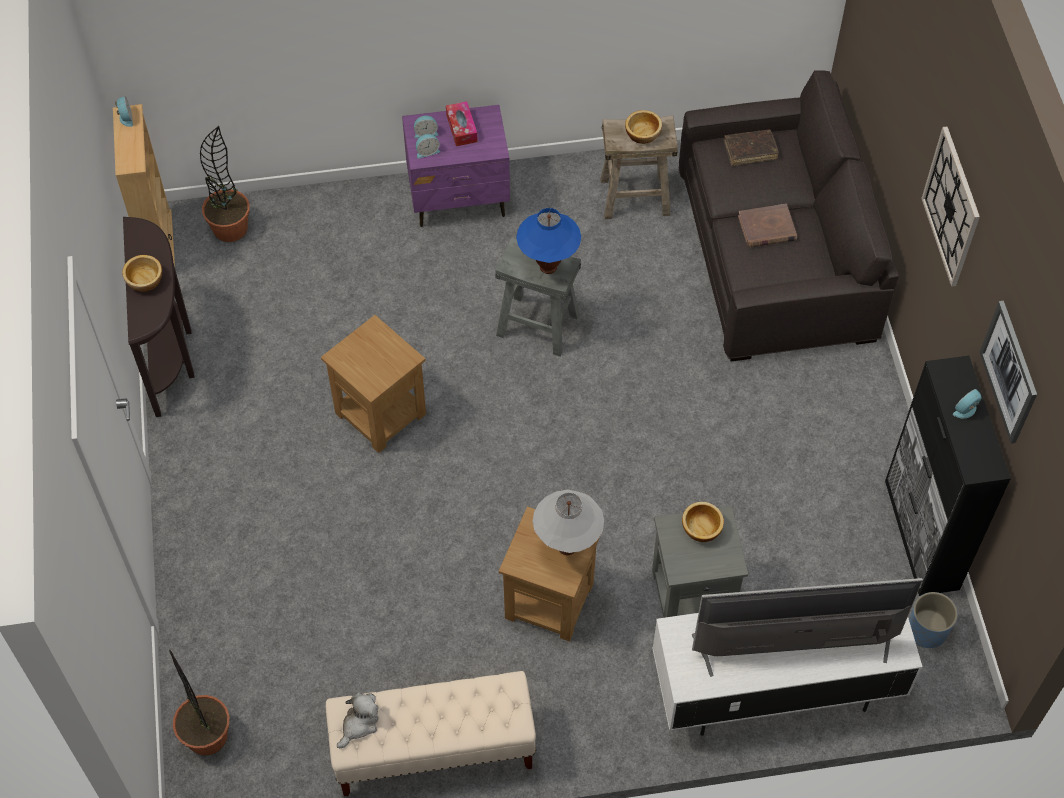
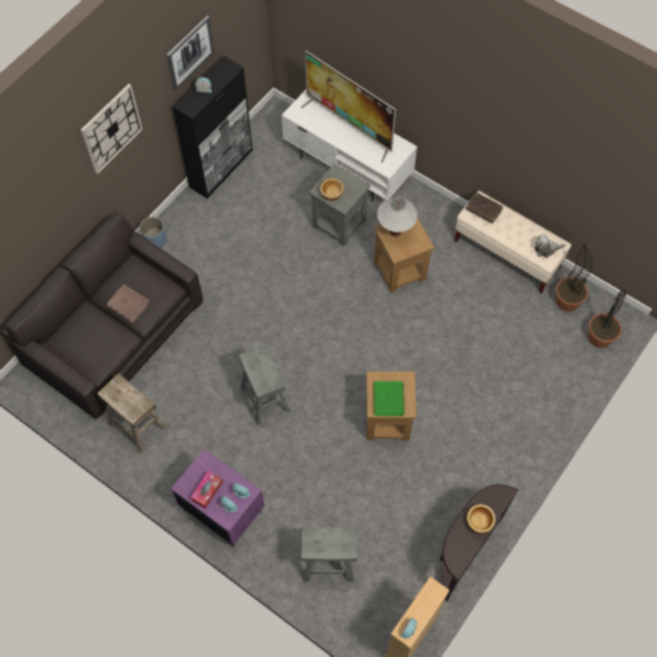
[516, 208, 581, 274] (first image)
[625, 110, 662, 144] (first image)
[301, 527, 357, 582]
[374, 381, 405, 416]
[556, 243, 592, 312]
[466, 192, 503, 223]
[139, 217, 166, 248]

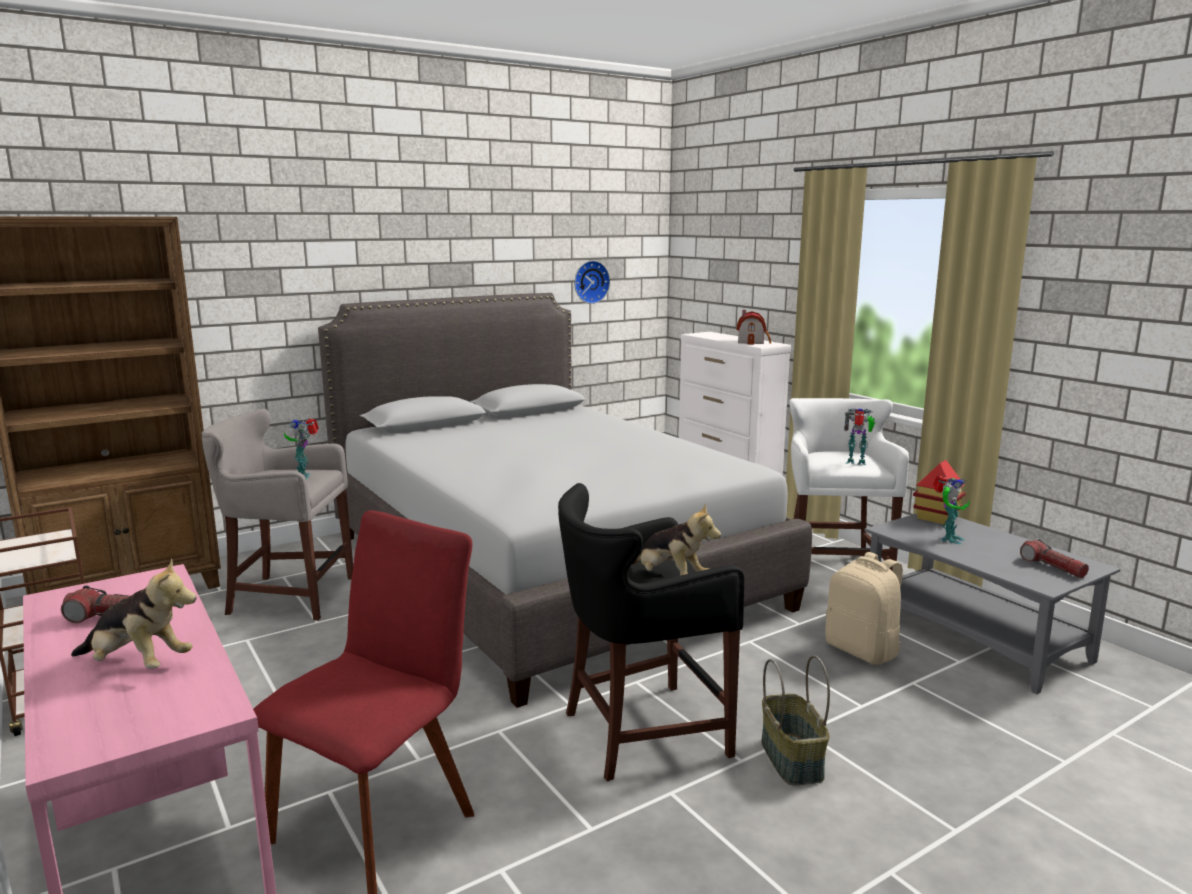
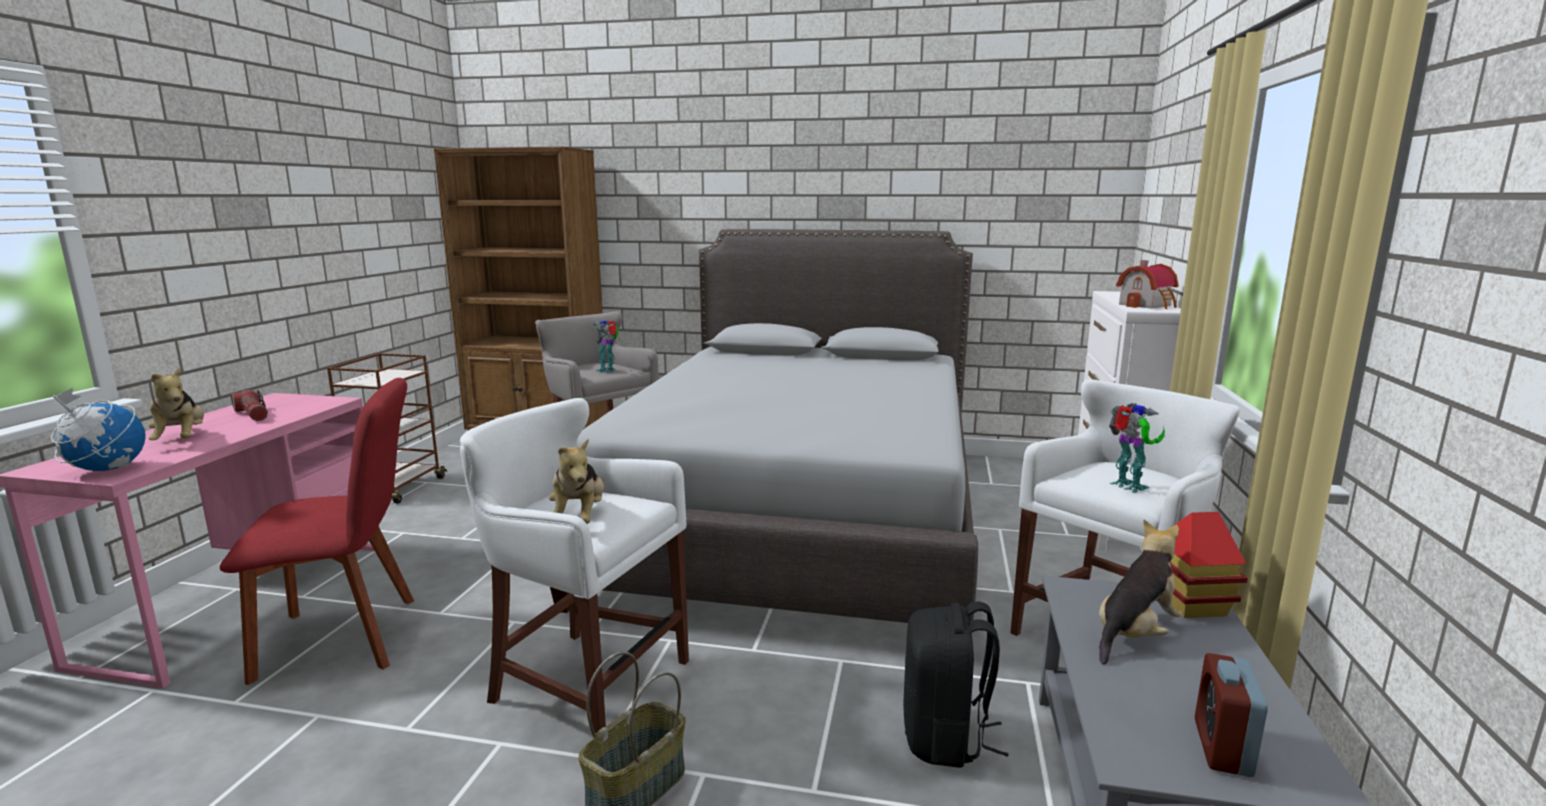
[574, 260, 610, 304] (first image)
[51, 388, 146, 471]
[1099, 520, 1182, 665]
[1195, 653, 1268, 777]
[460, 398, 689, 733]
[903, 601, 1009, 768]

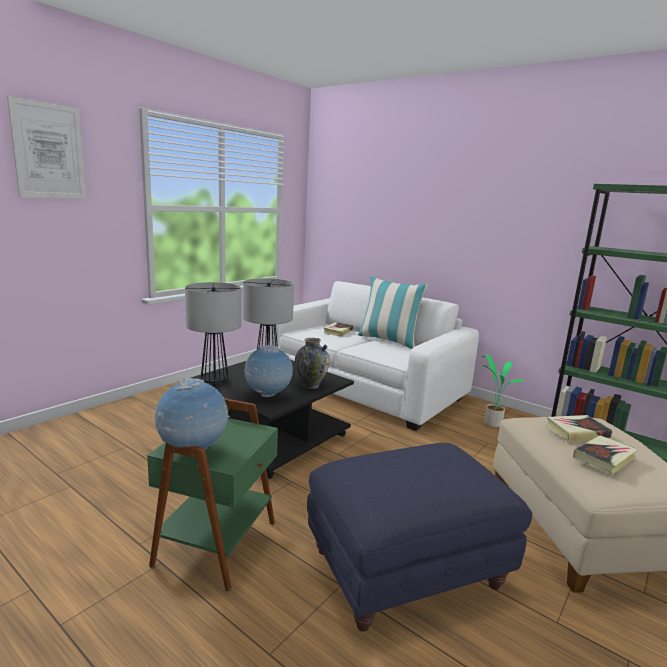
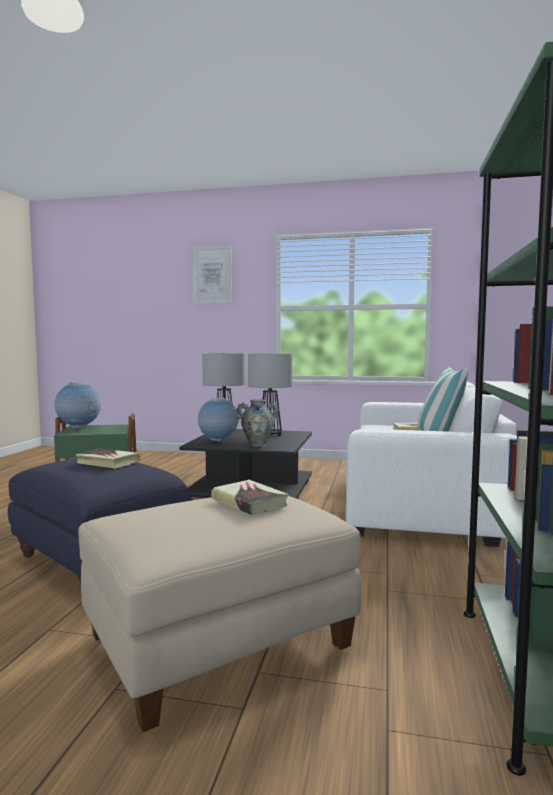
[482, 354, 525, 427] (first image)
[76, 448, 140, 468]

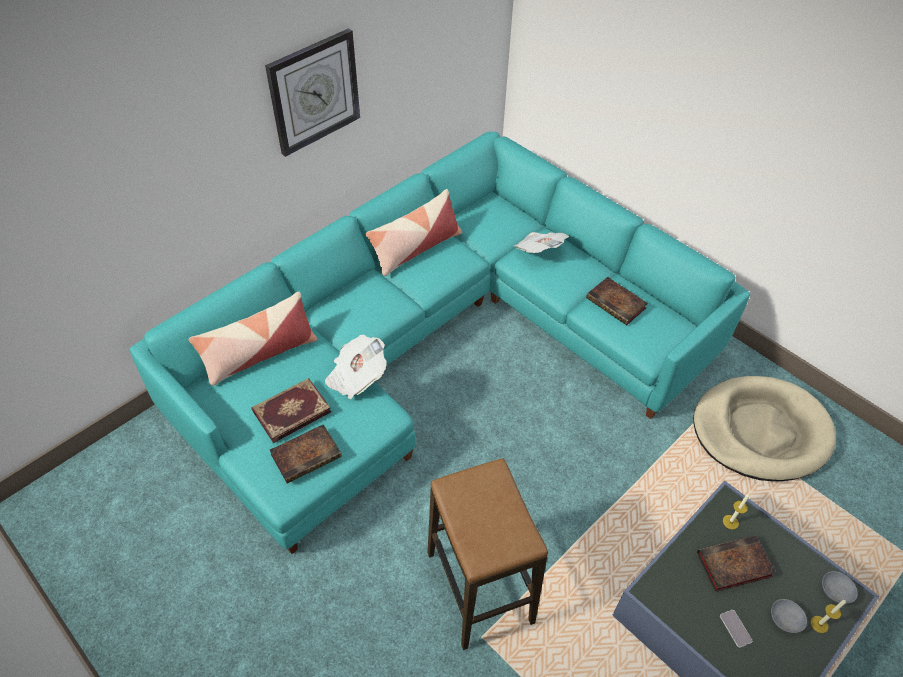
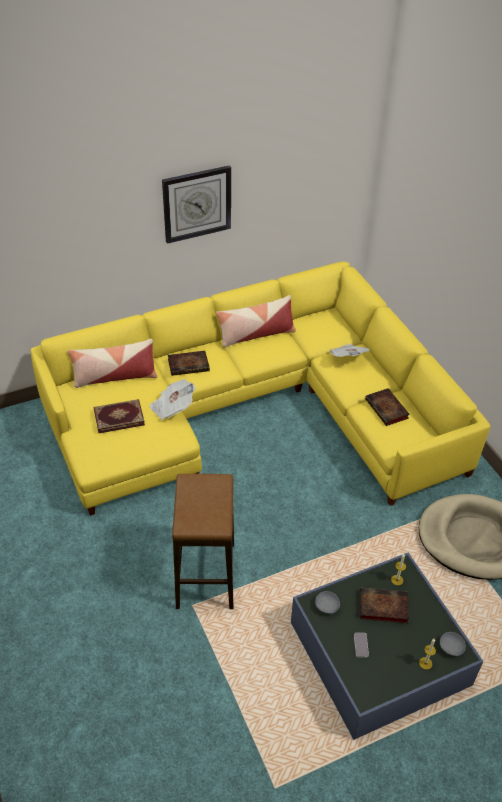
[168, 351, 210, 376]
[315, 591, 340, 614]
[31, 261, 490, 516]

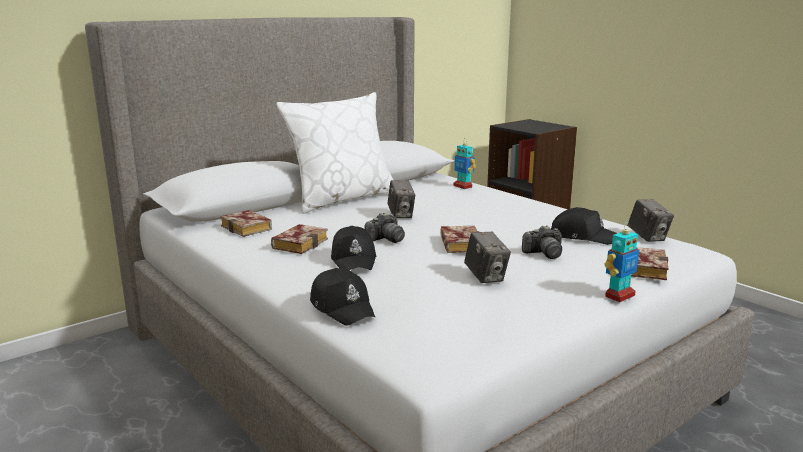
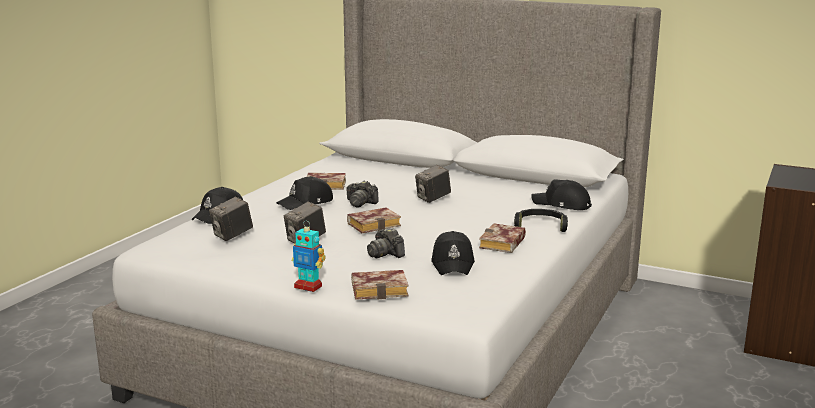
[276, 92, 393, 214] (first image)
[514, 209, 568, 232]
[479, 223, 526, 253]
[209, 196, 253, 241]
[531, 179, 592, 210]

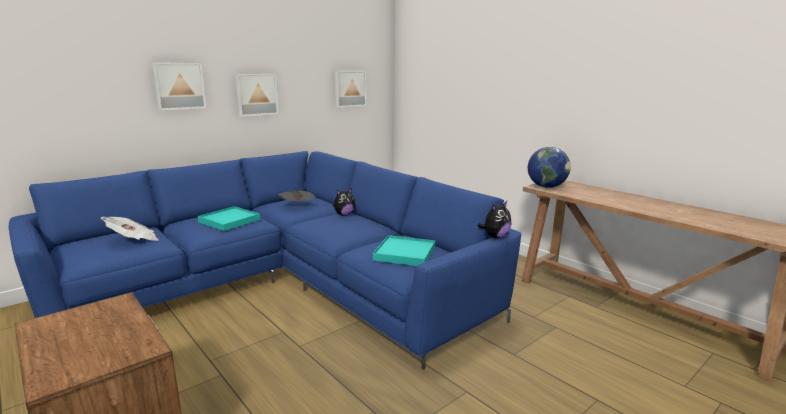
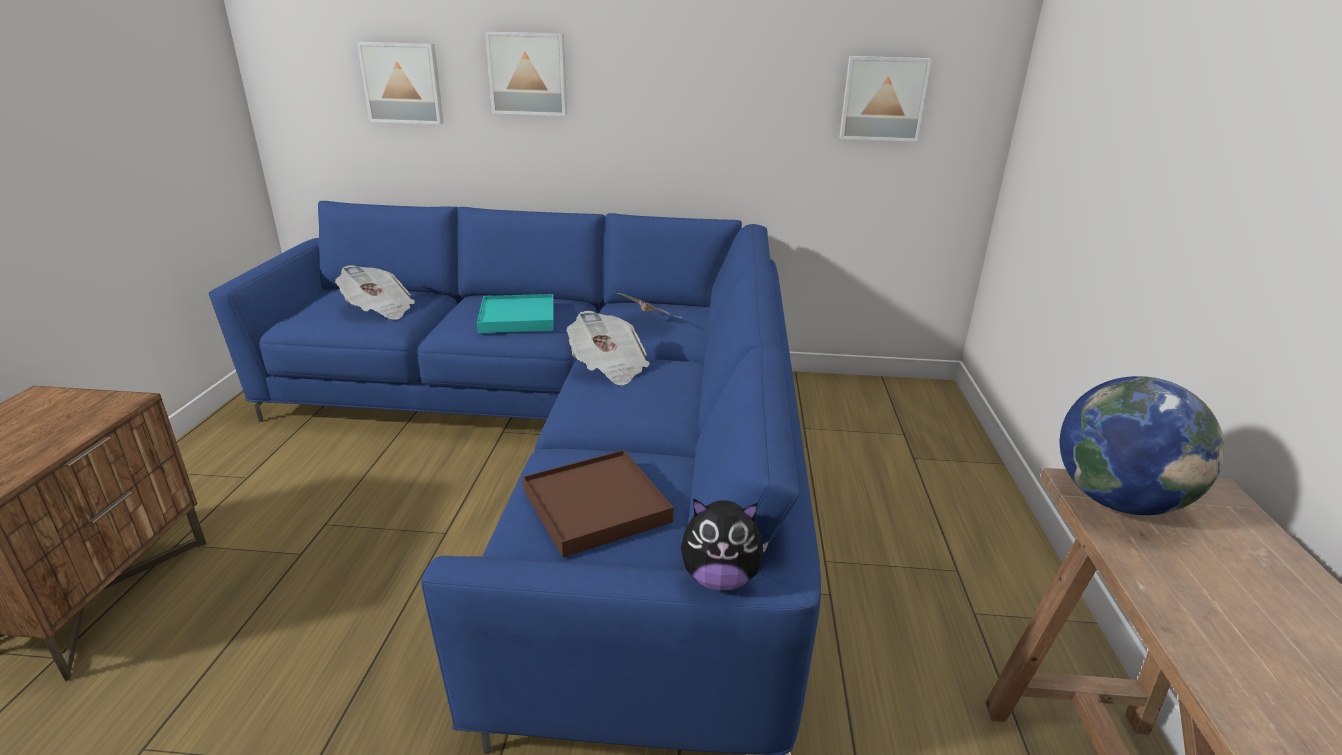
[333, 188, 355, 216] (first image)
[567, 311, 650, 385]
[357, 42, 444, 124]
[523, 450, 674, 557]

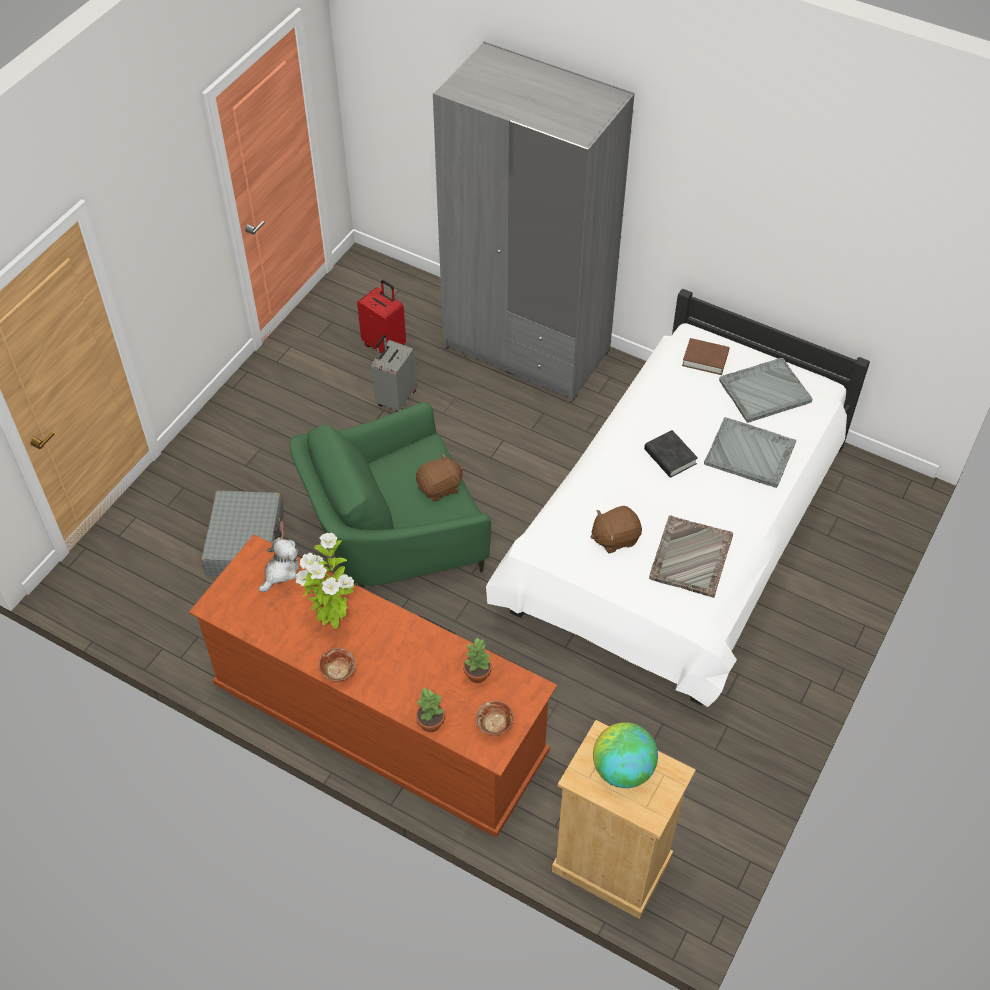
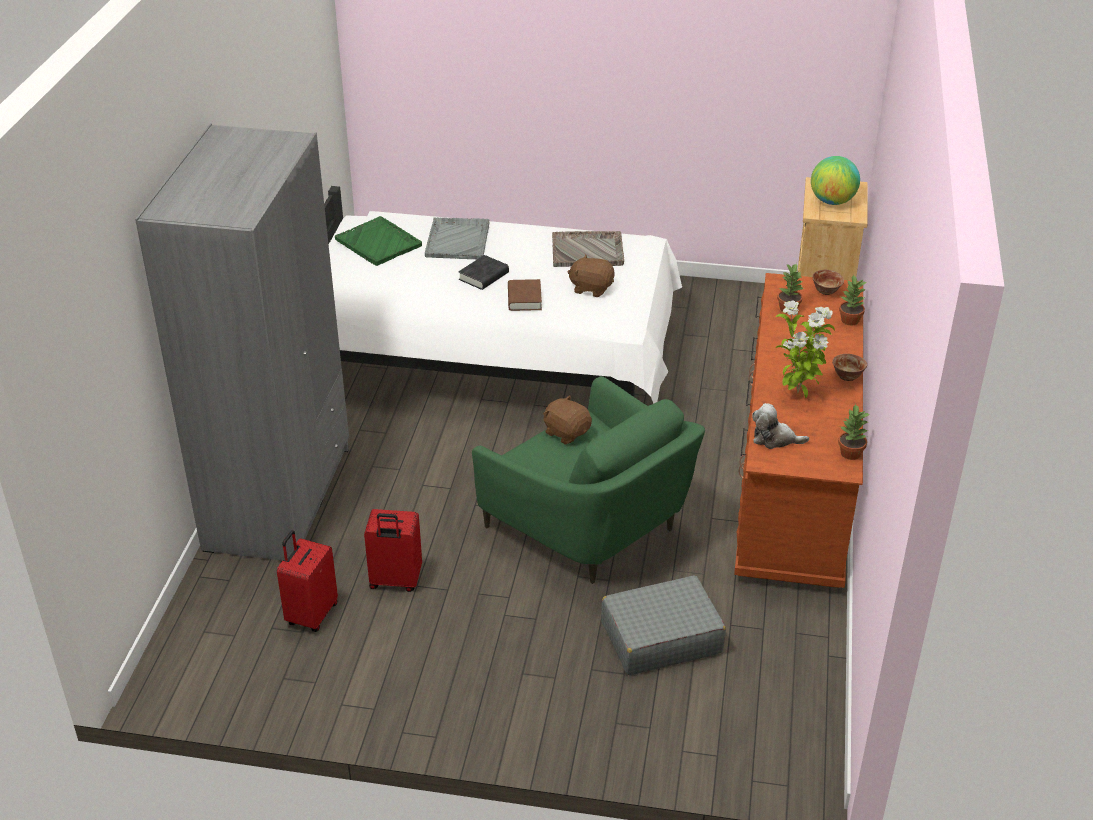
[838, 404, 869, 460]
[508, 279, 542, 311]
[364, 509, 422, 592]
[335, 216, 422, 266]
[567, 255, 615, 297]

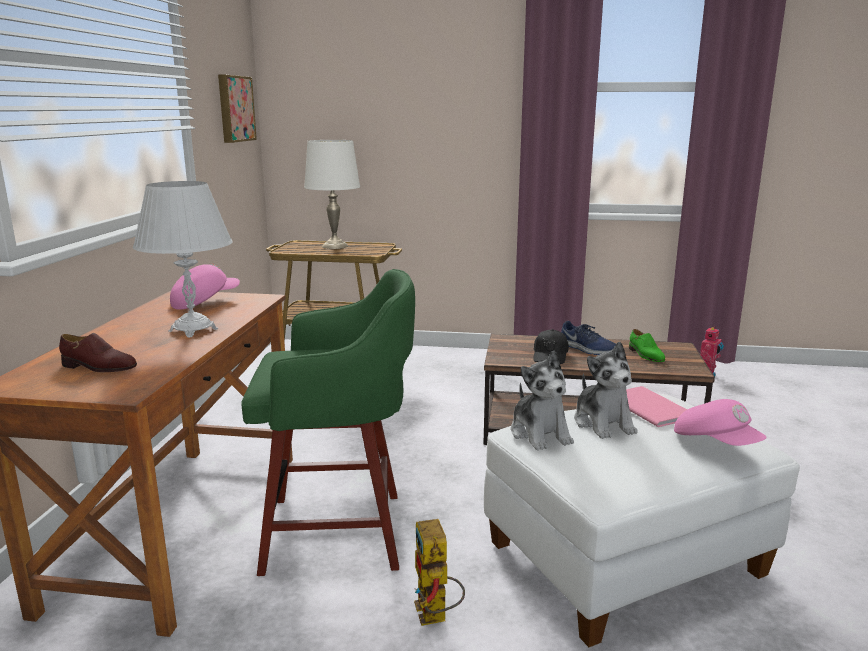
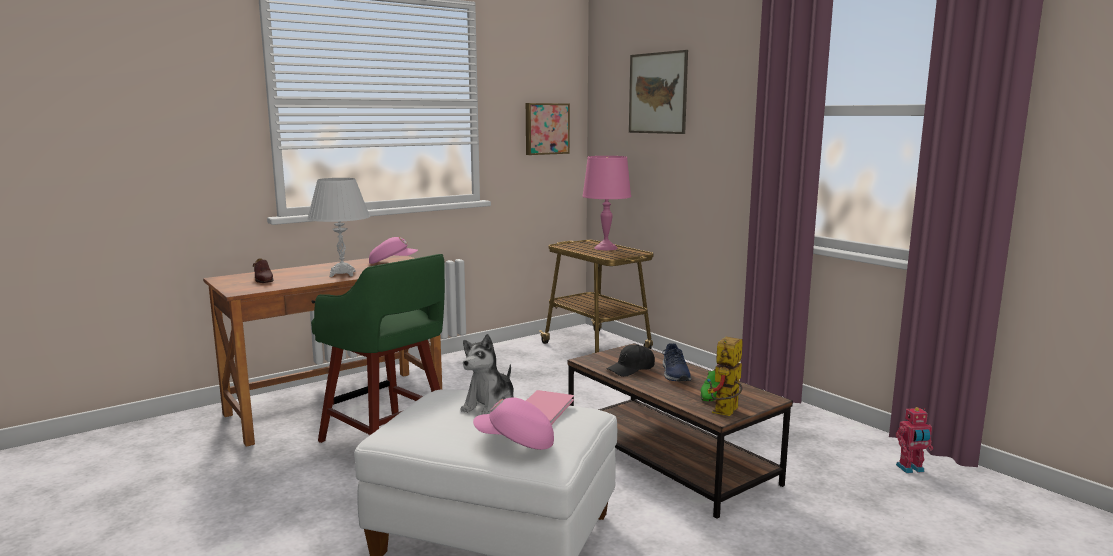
[511, 351, 574, 451] (first image)
[629, 50, 688, 134]
[707, 337, 743, 416]
[582, 156, 631, 250]
[473, 397, 554, 450]

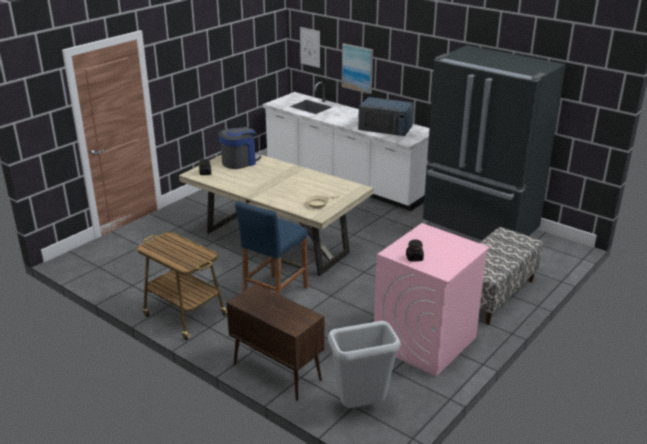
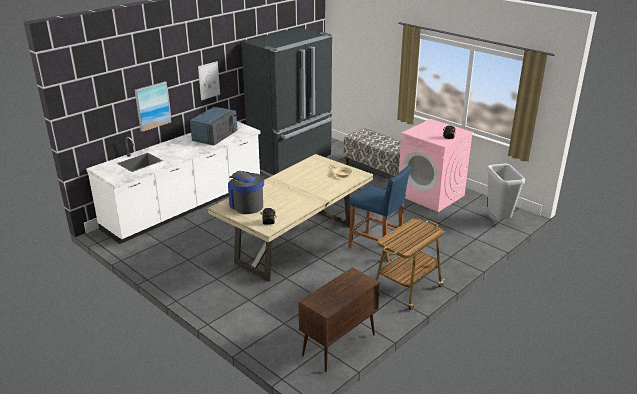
[298, 268, 380, 372]
[198, 61, 220, 100]

